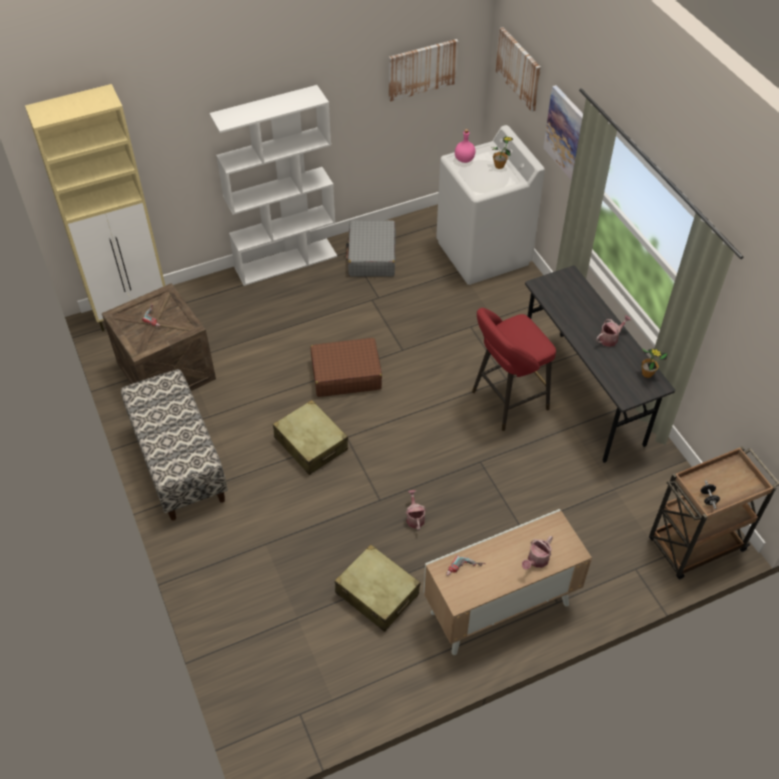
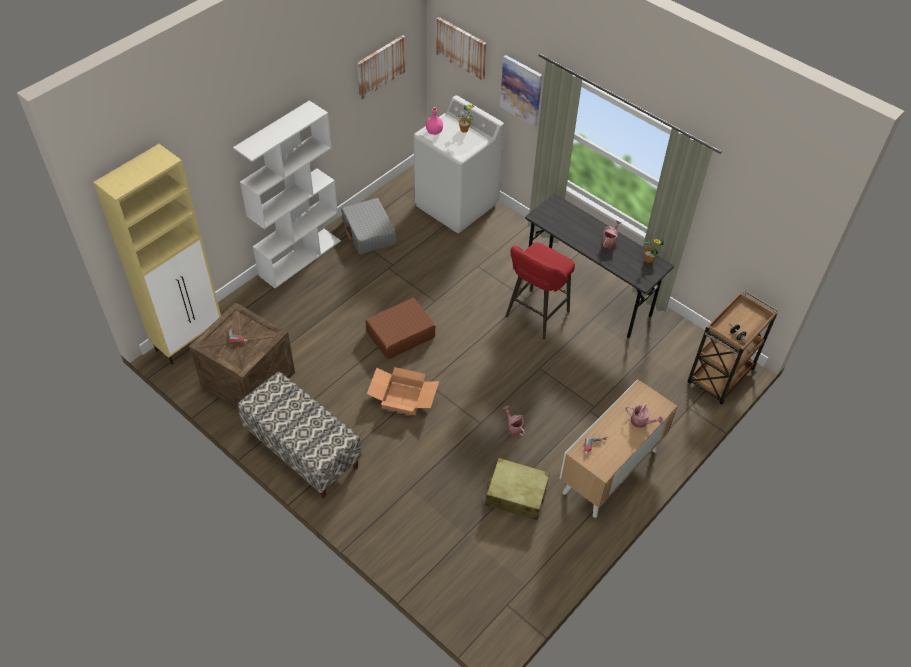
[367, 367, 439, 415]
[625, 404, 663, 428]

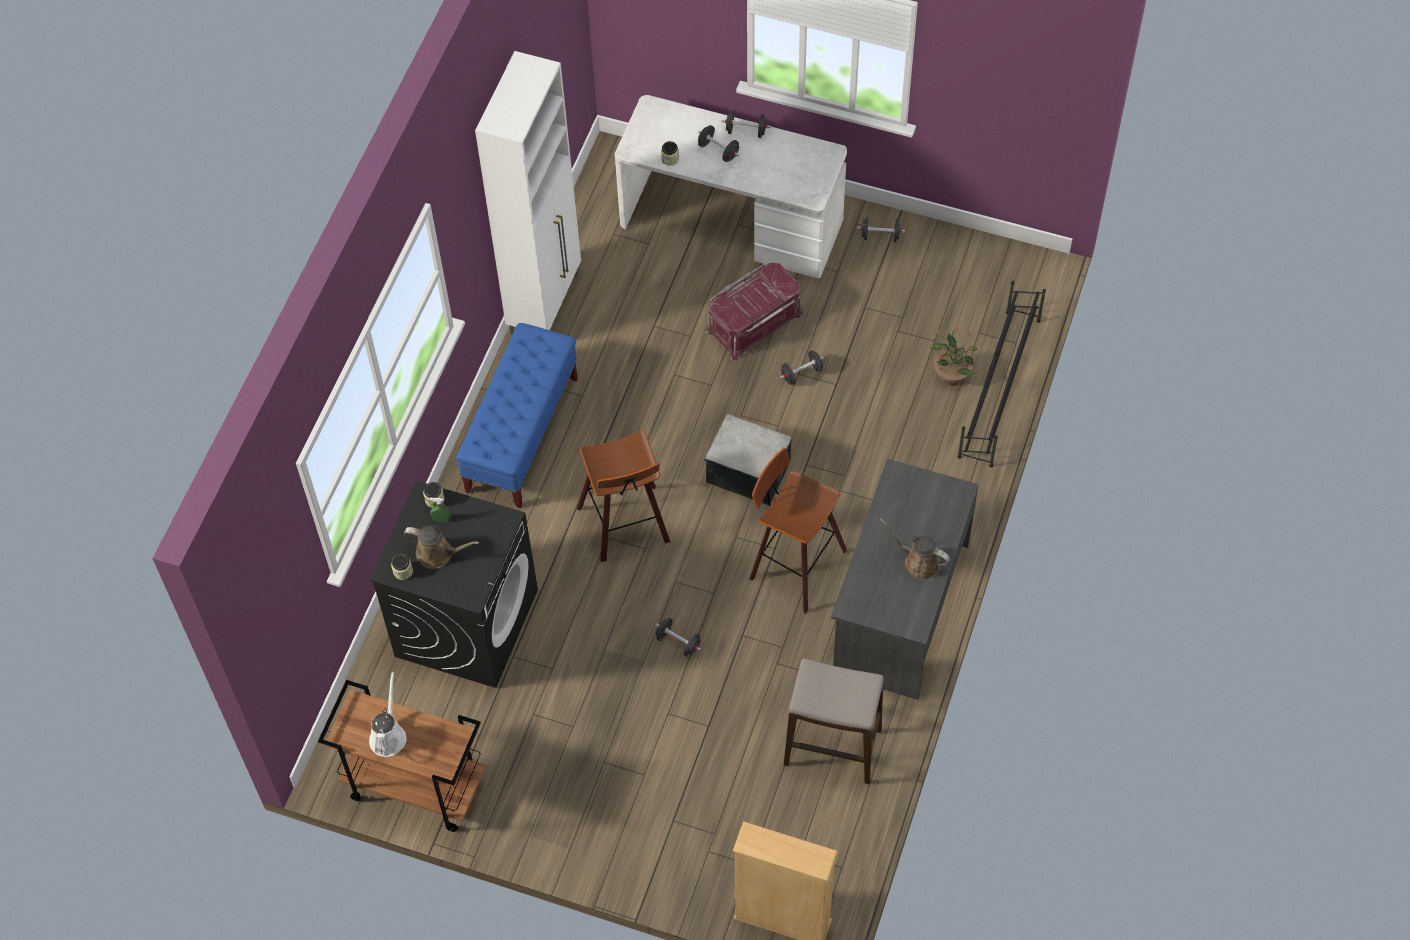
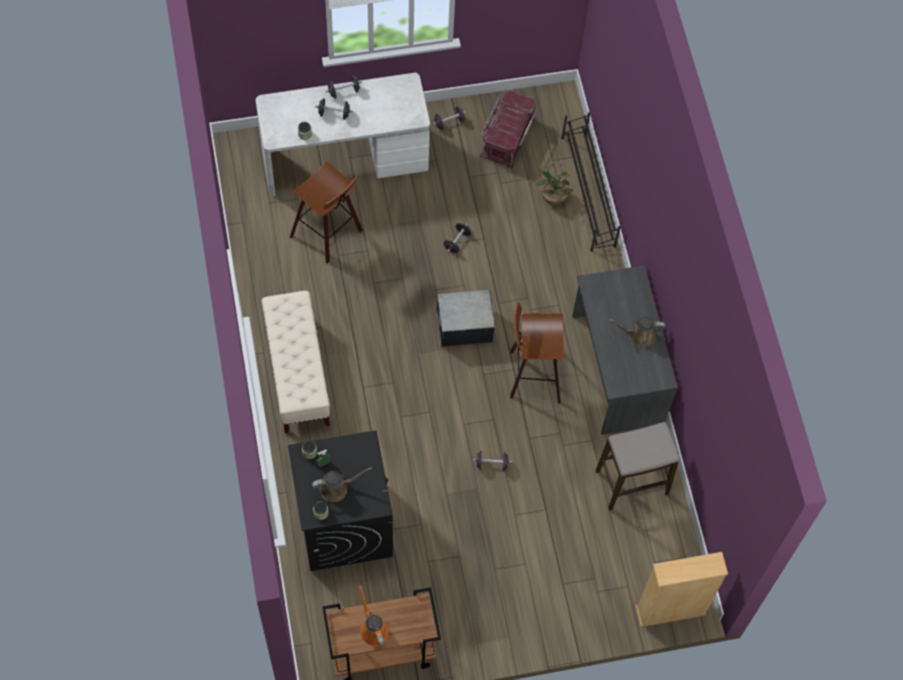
[475, 51, 581, 335] (first image)
[290, 161, 363, 263]
[480, 91, 536, 170]
[359, 585, 388, 646]
[261, 291, 330, 433]

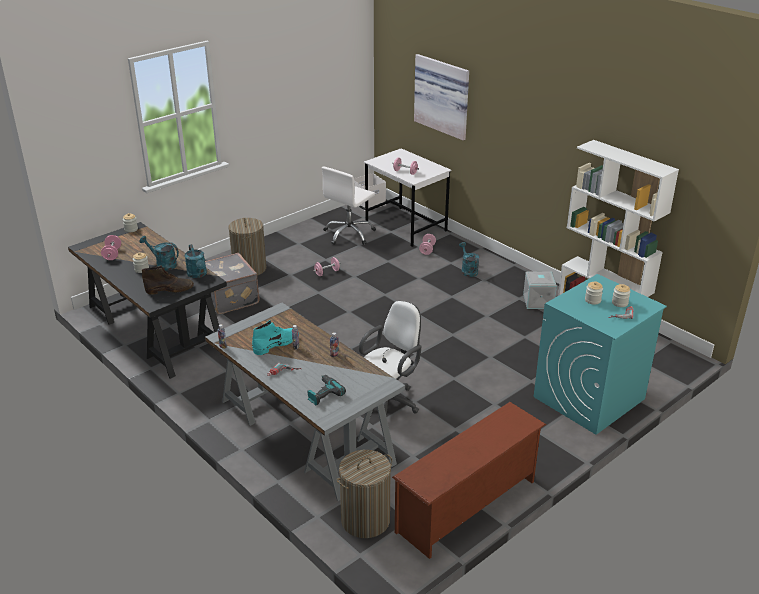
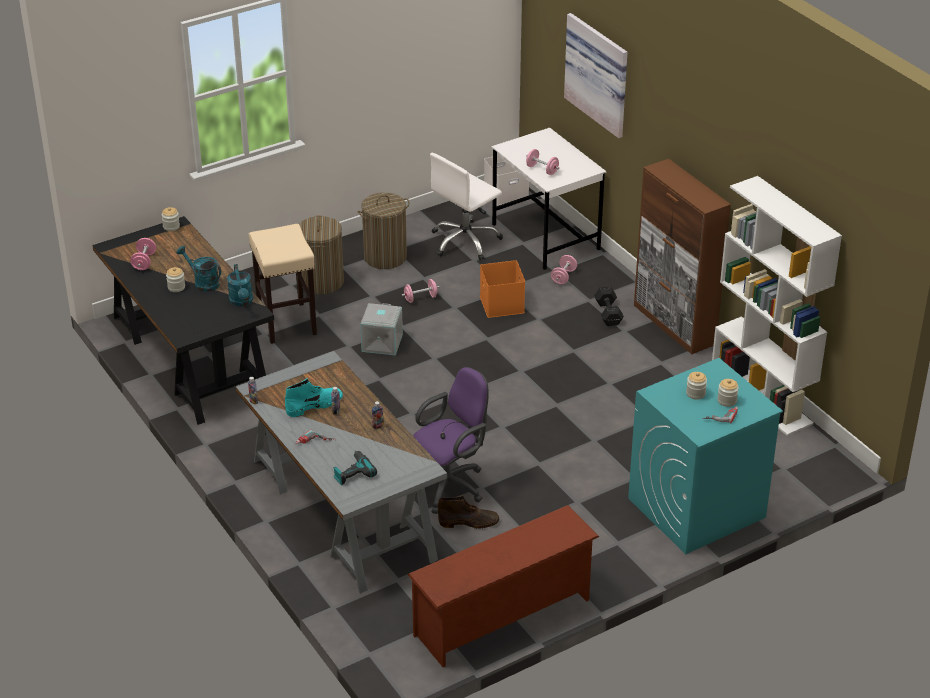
[480, 260, 525, 318]
[634, 159, 731, 354]
[438, 495, 499, 529]
[358, 192, 409, 269]
[360, 303, 403, 356]
[249, 224, 317, 344]
[594, 286, 624, 326]
[413, 367, 489, 514]

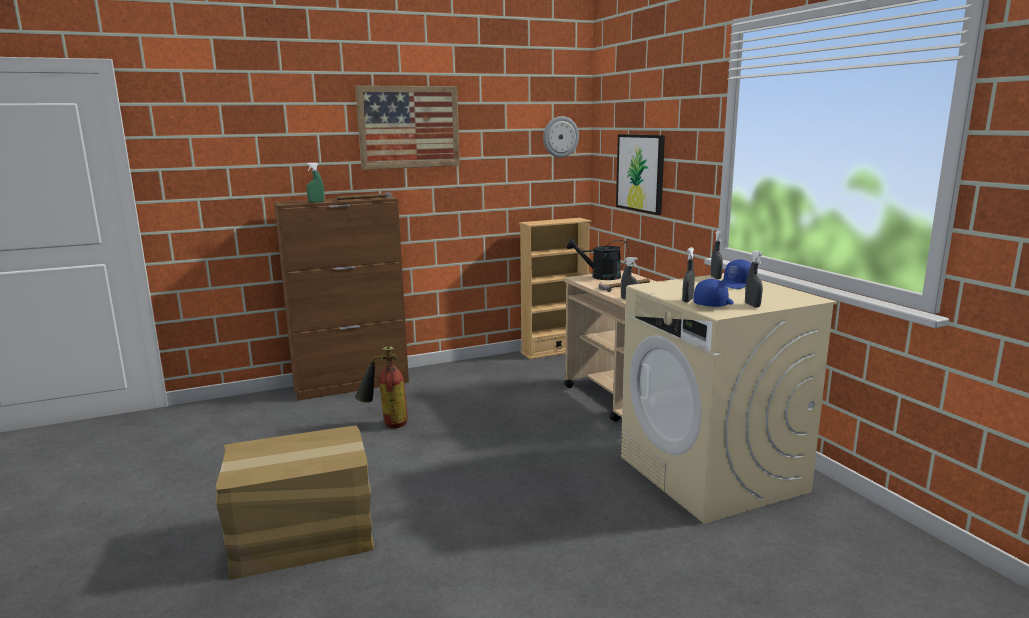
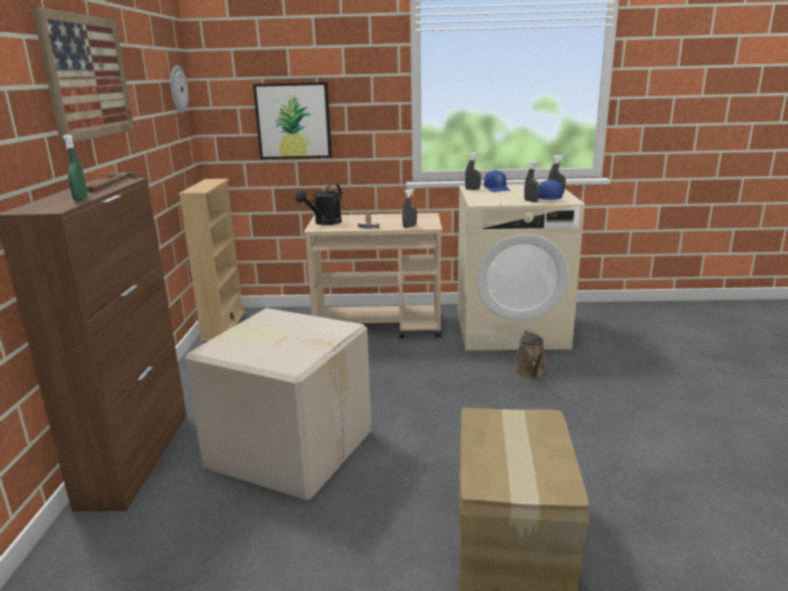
[513, 330, 548, 379]
[185, 308, 372, 501]

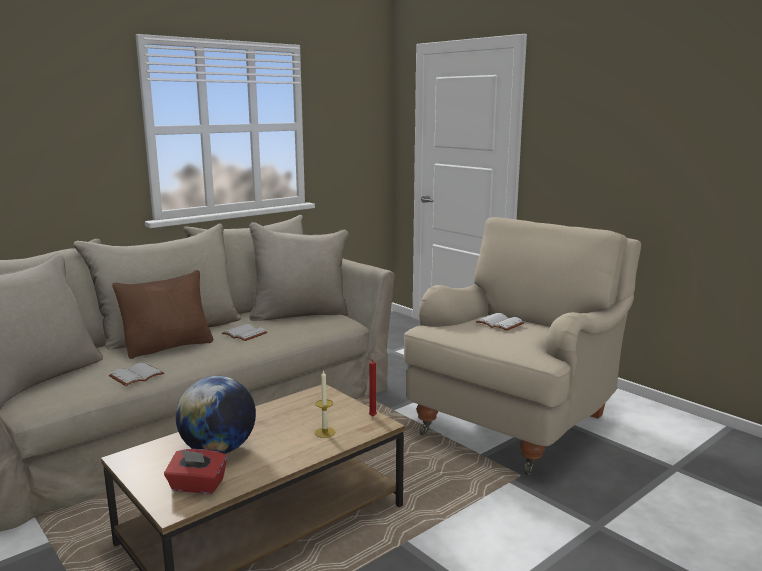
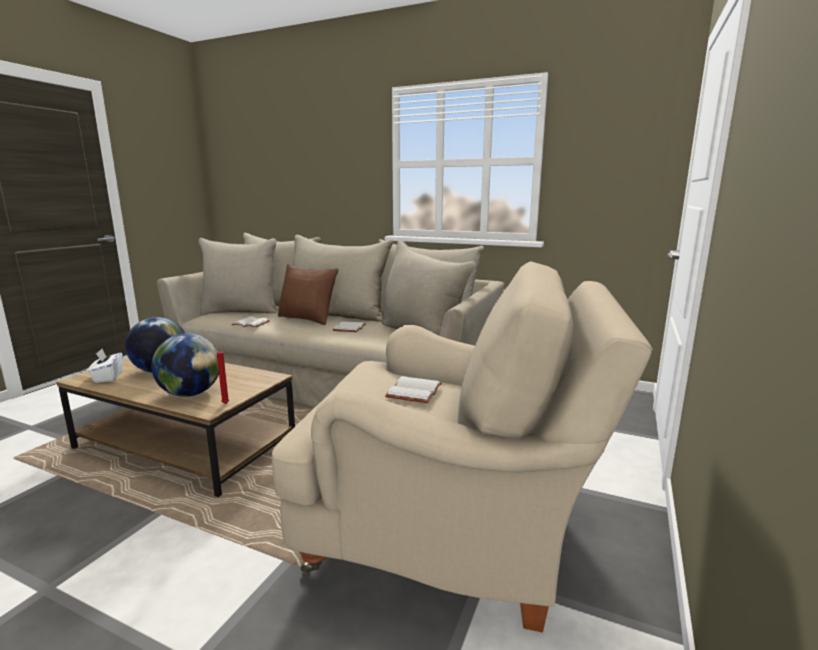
[151, 333, 219, 397]
[87, 349, 123, 383]

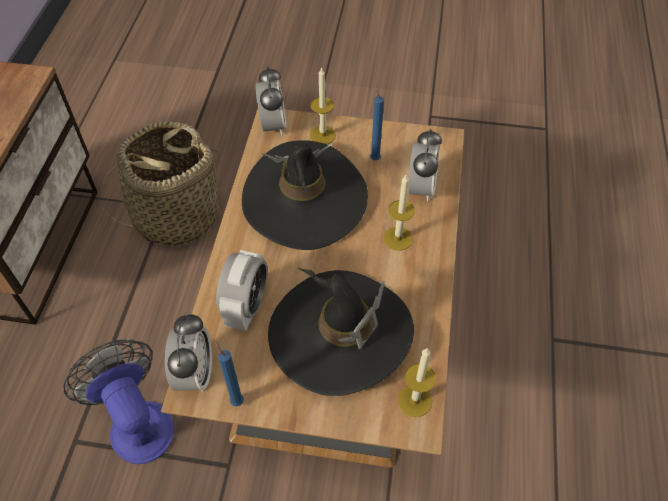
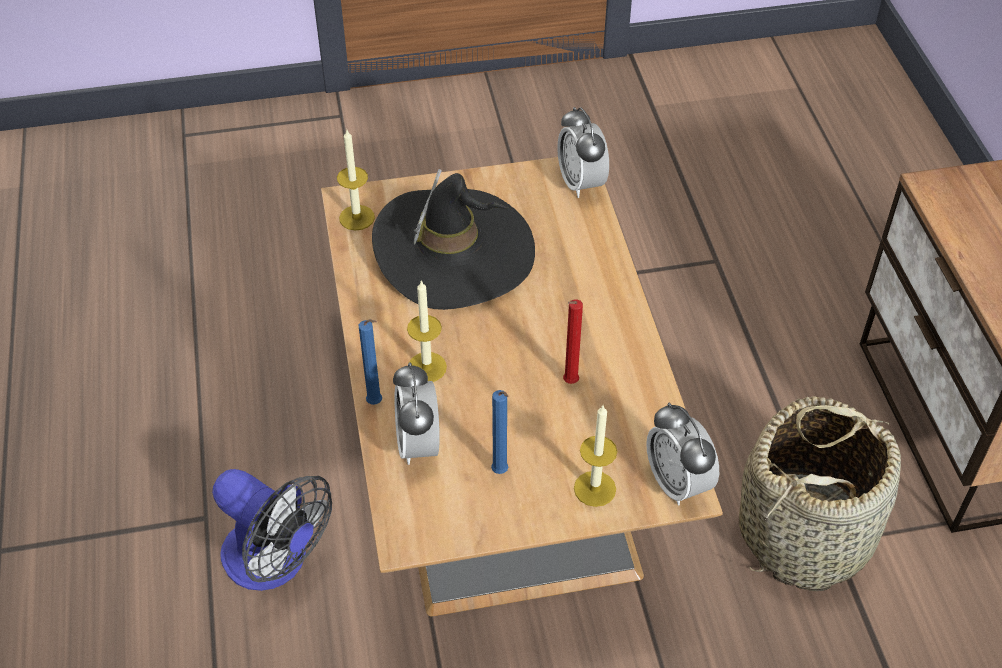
[216, 250, 267, 331] (first image)
[212, 469, 332, 591]
[358, 319, 382, 405]
[563, 299, 583, 384]

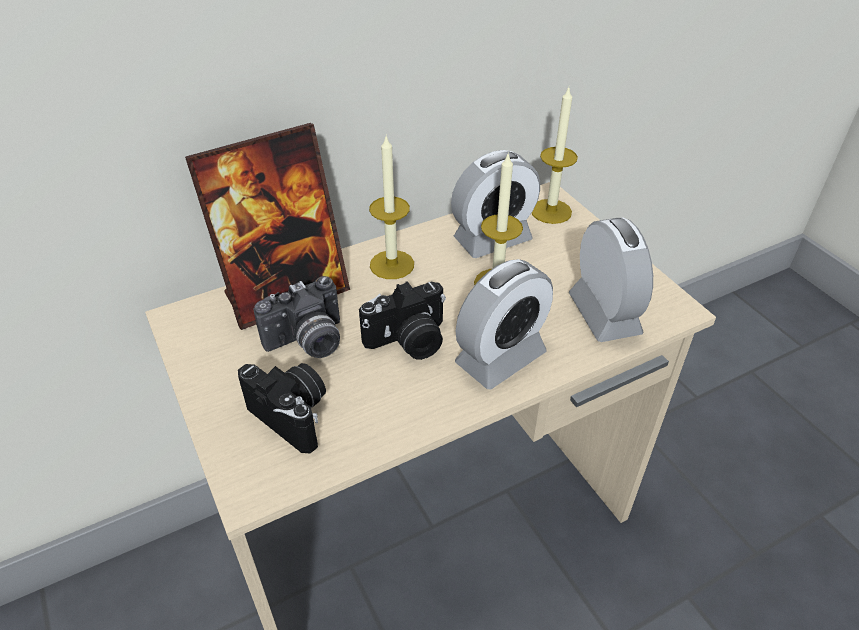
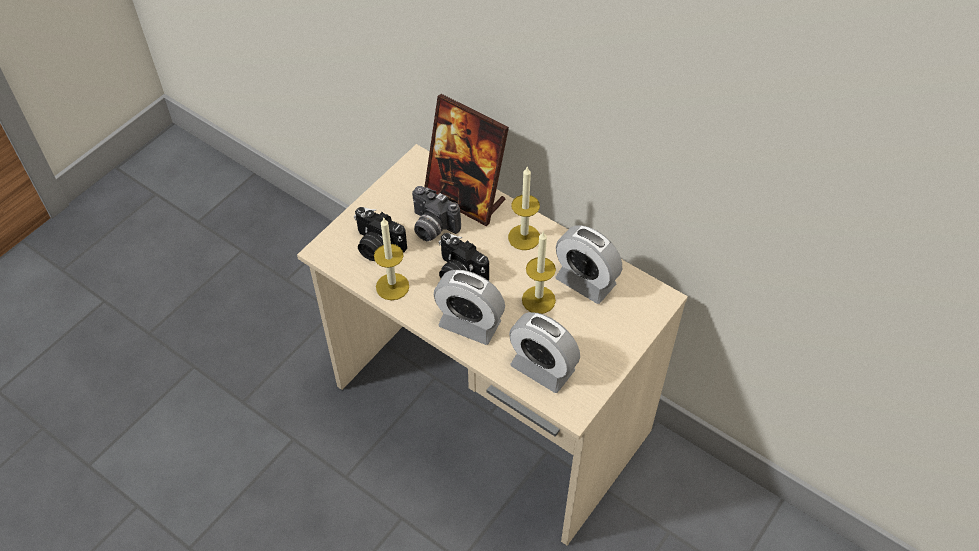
[374, 218, 409, 300]
[354, 207, 407, 261]
[509, 312, 580, 393]

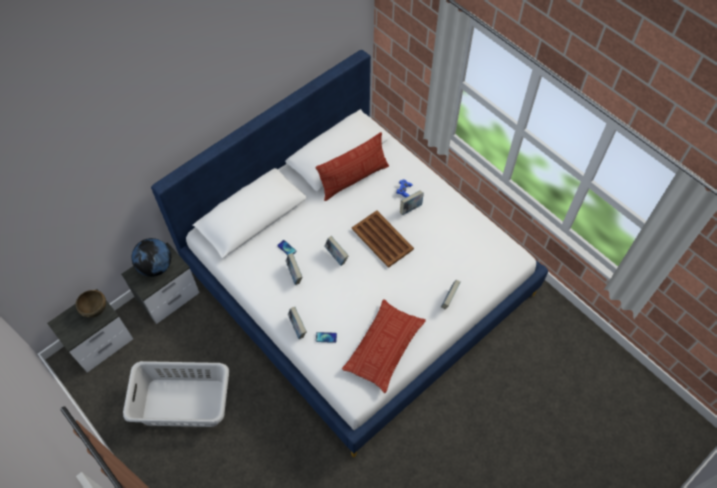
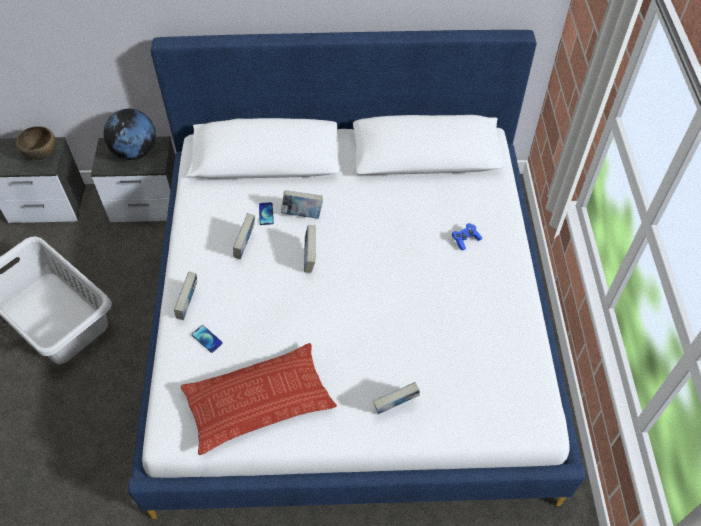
[316, 132, 389, 201] (first image)
[352, 210, 414, 268] (first image)
[281, 190, 323, 219]

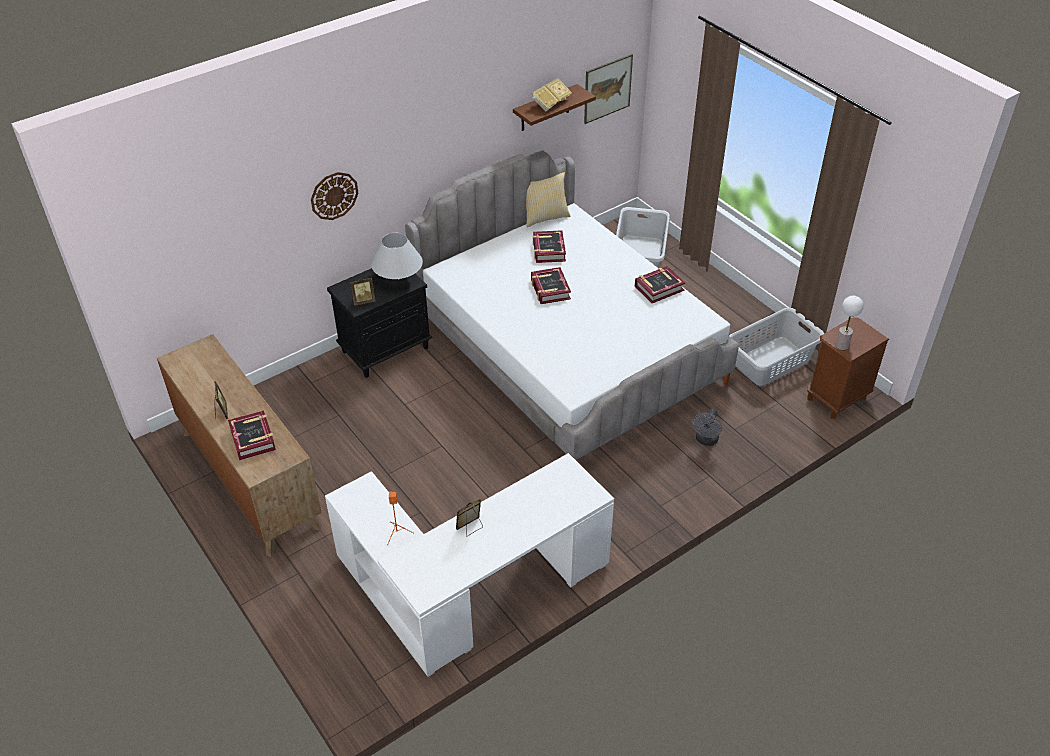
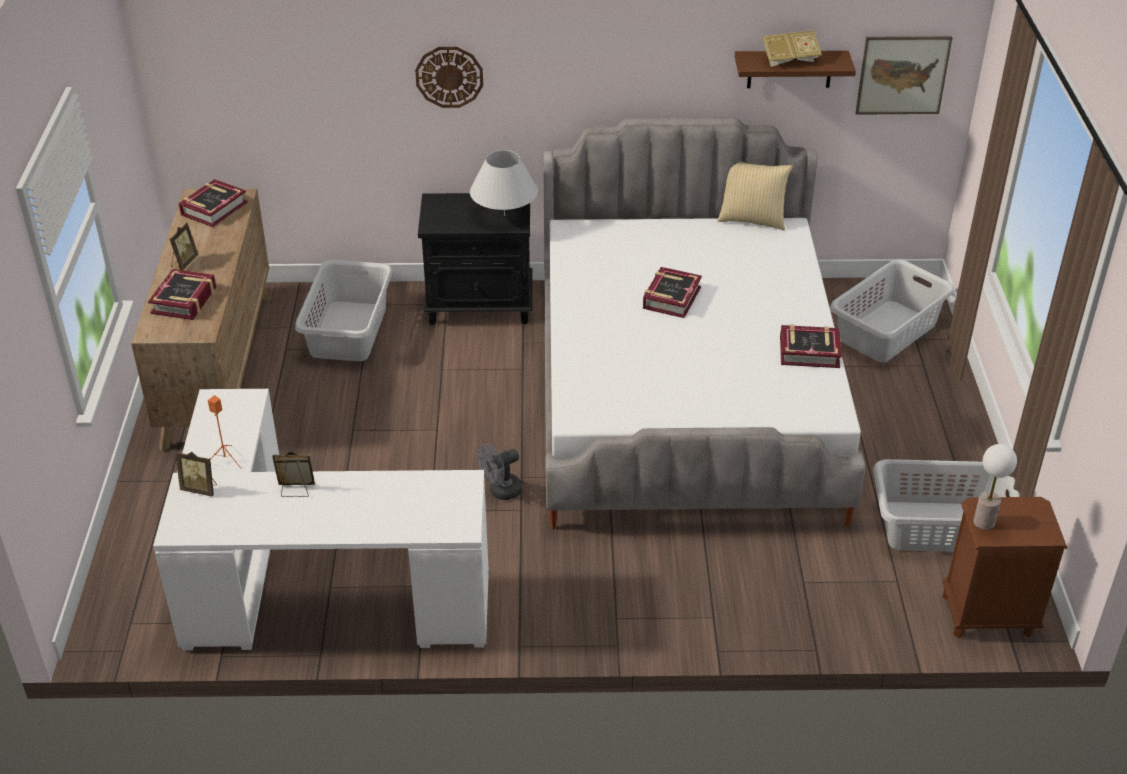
[295, 260, 393, 361]
[176, 452, 217, 497]
[179, 179, 248, 227]
[477, 444, 522, 500]

